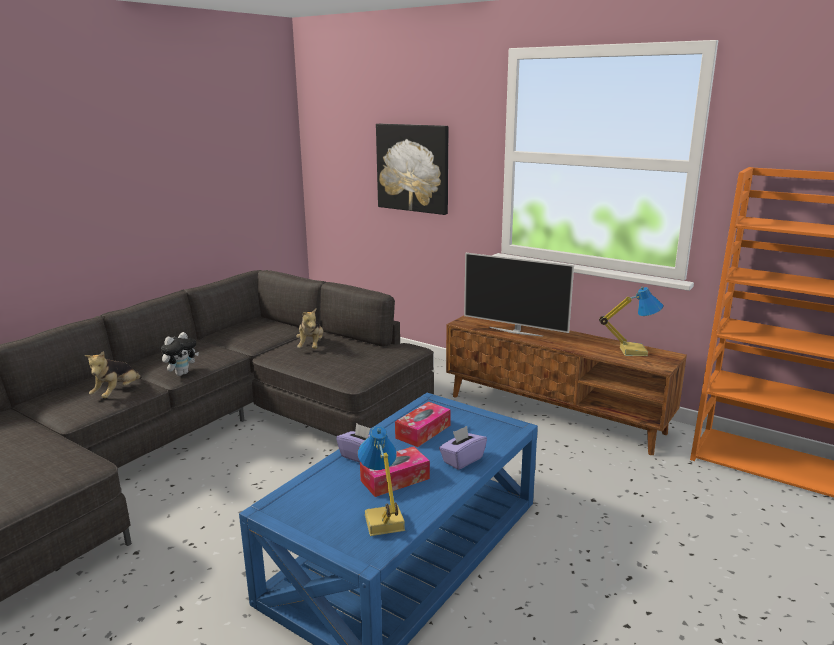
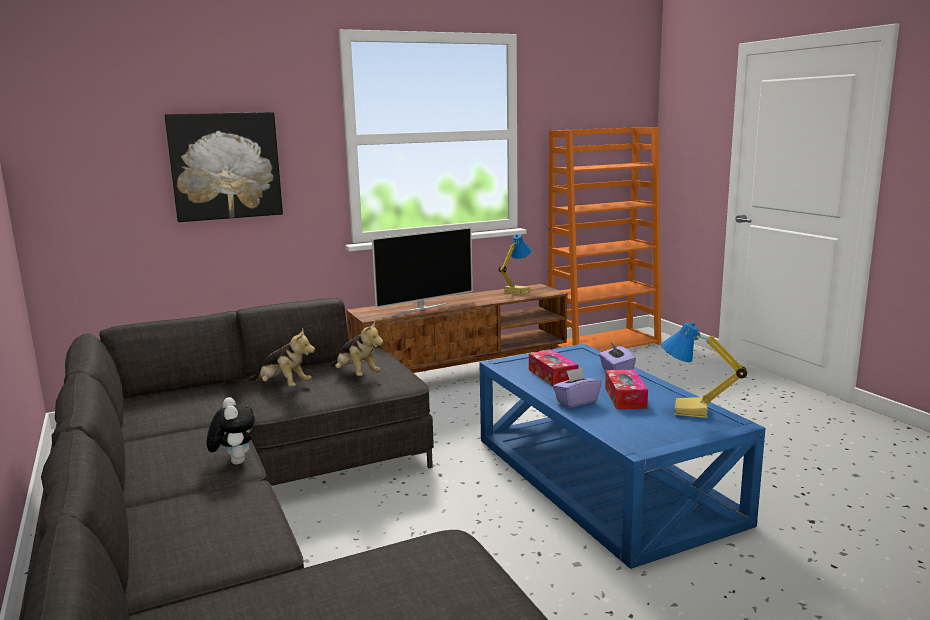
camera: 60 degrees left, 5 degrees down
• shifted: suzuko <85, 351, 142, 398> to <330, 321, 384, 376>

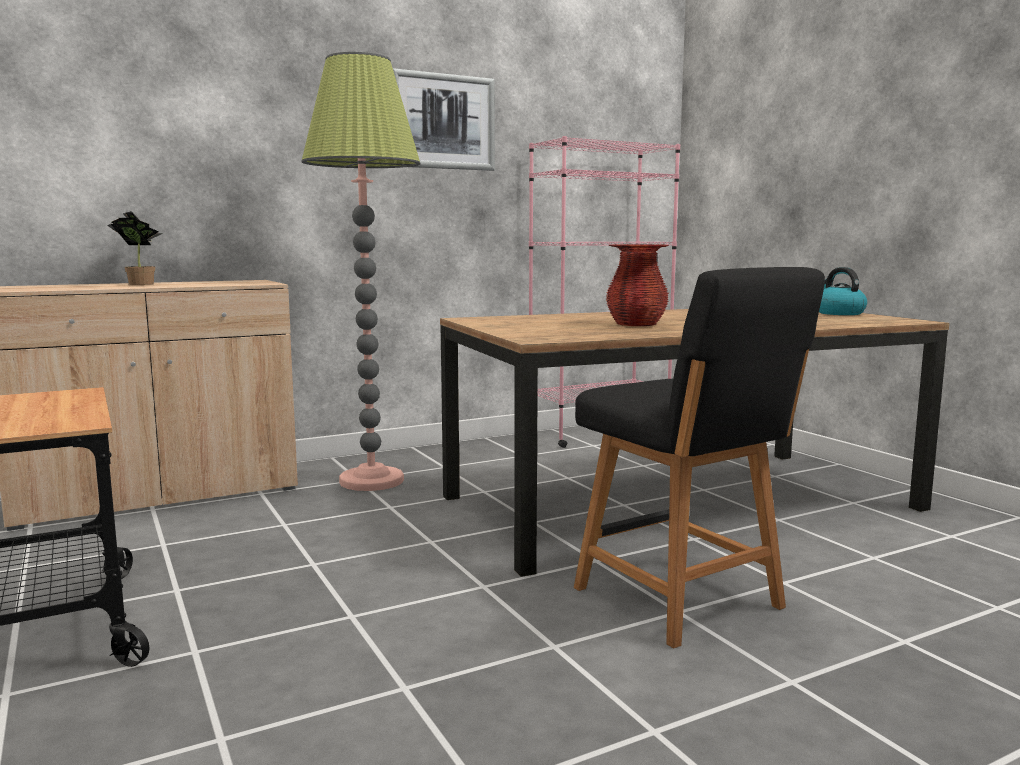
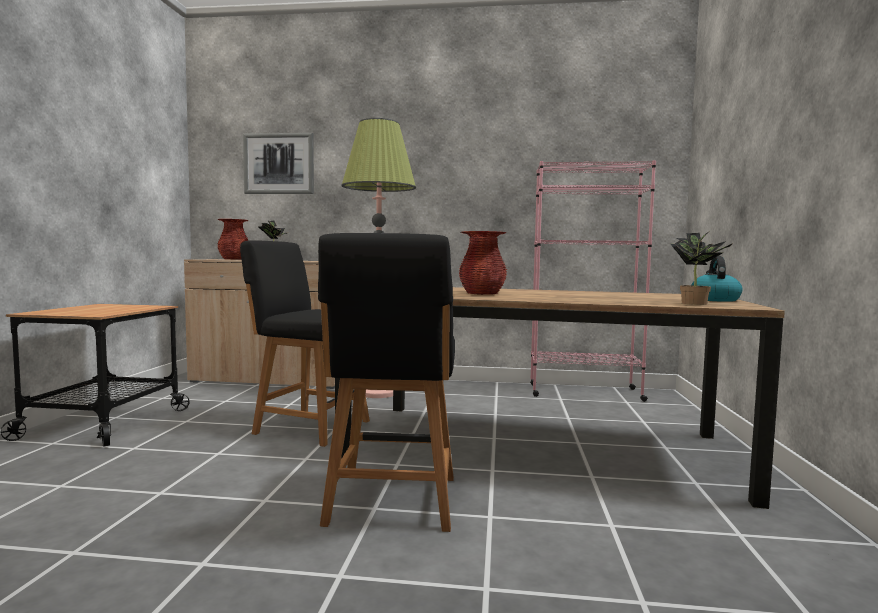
camera: 35 degrees right, 5 degrees down
• new: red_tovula <217, 219, 249, 260>
• new: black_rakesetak <240, 240, 370, 447>
• new: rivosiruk <671, 232, 732, 305>
• shifted: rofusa <393, 68, 495, 171> to <243, 133, 314, 194>

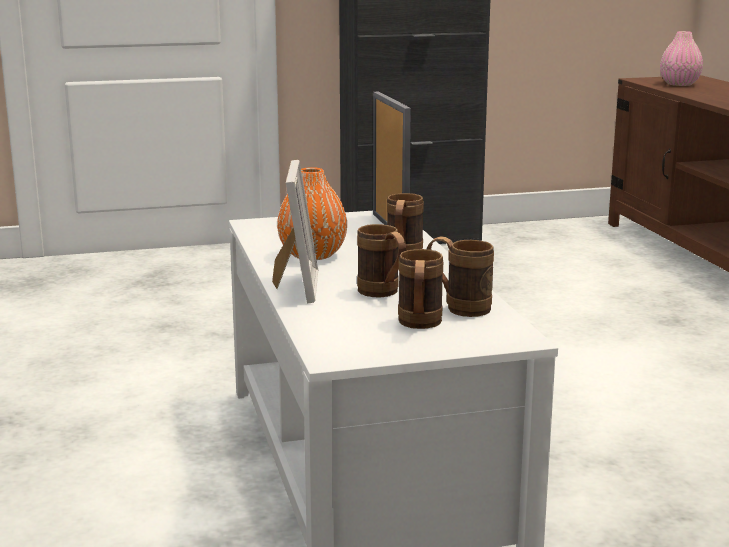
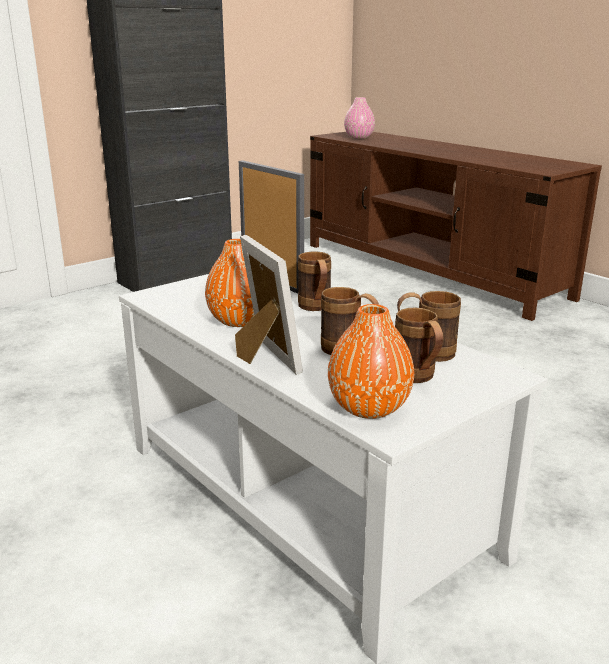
camera: 25 degrees left, 5 degrees up
• new: orange_tovula <328, 304, 414, 419>

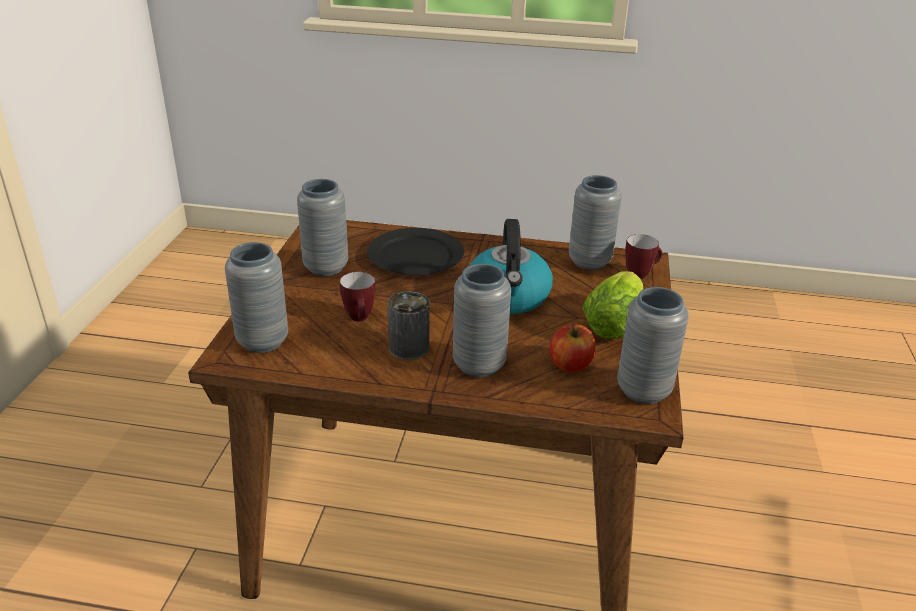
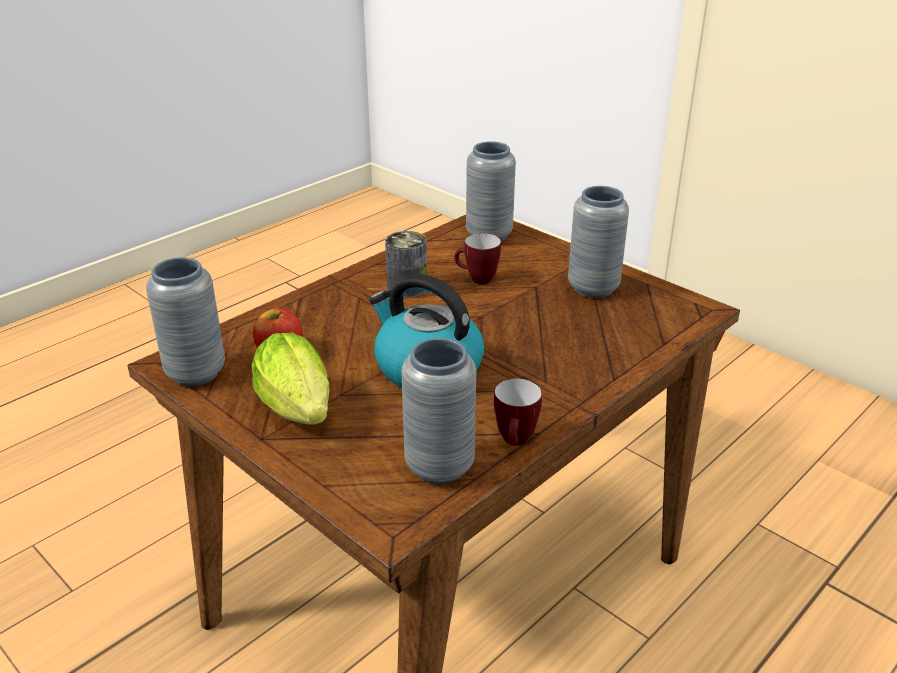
camera: 125 degrees right, 0 degrees up
• gone: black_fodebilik <367, 228, 464, 275>
• gone: grey_tovula <453, 264, 511, 377>
• shifted: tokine <625, 234, 663, 279> to <494, 379, 542, 446>

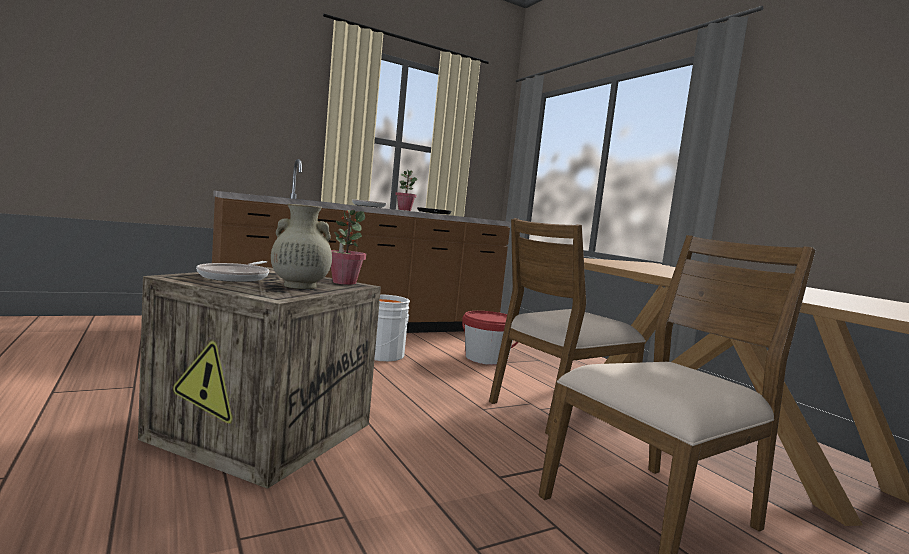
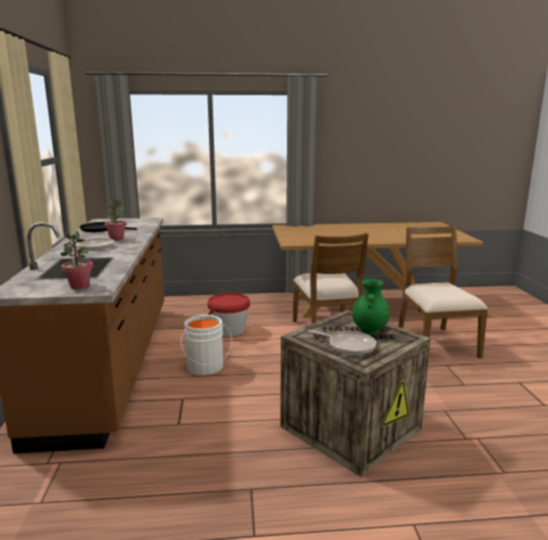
camera: 65 degrees left, 10 degrees up
• shifted: rivosiruk <331, 210, 366, 285> to <60, 231, 93, 289>
• repainted: beige_tovula <271, 204, 332, 289> to green_tovula <352, 279, 390, 334>

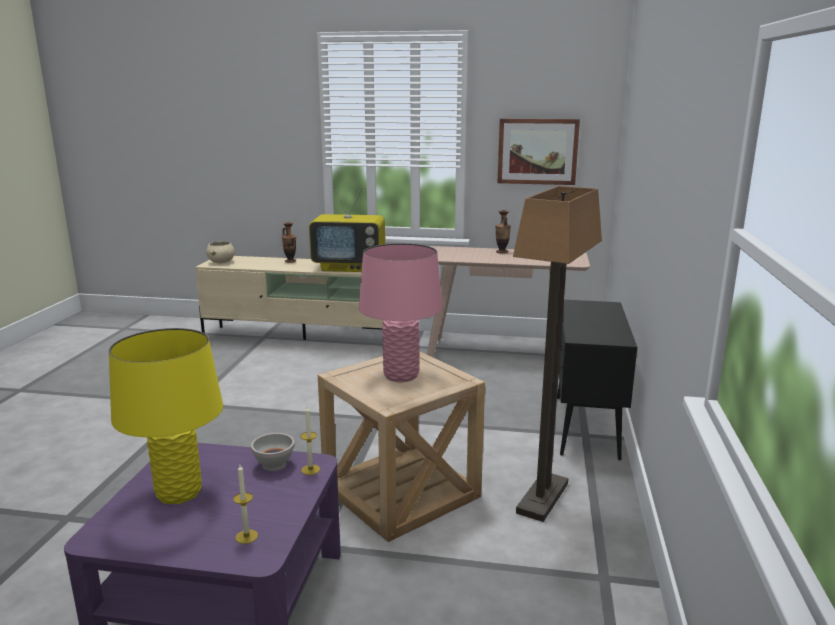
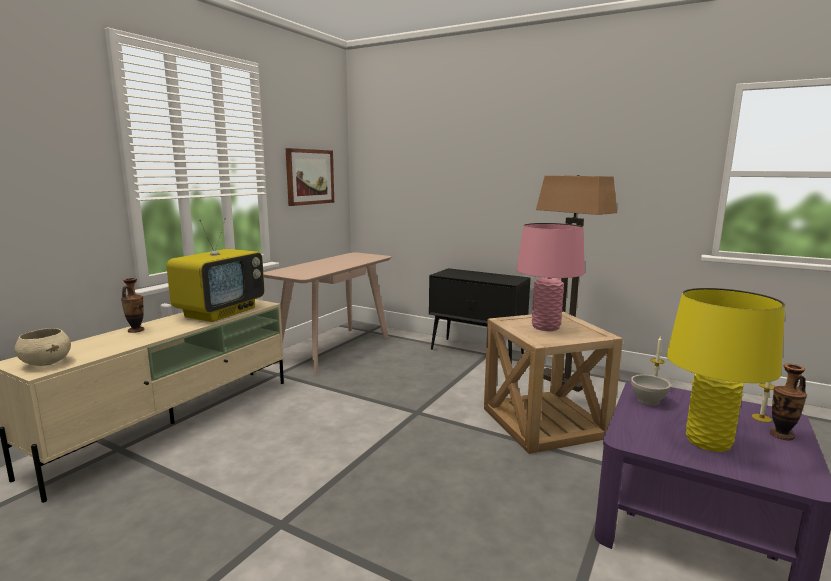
camera: 70 degrees left, 5 degrees down
• shifted: tovula <495, 210, 511, 254> to <770, 364, 807, 441>

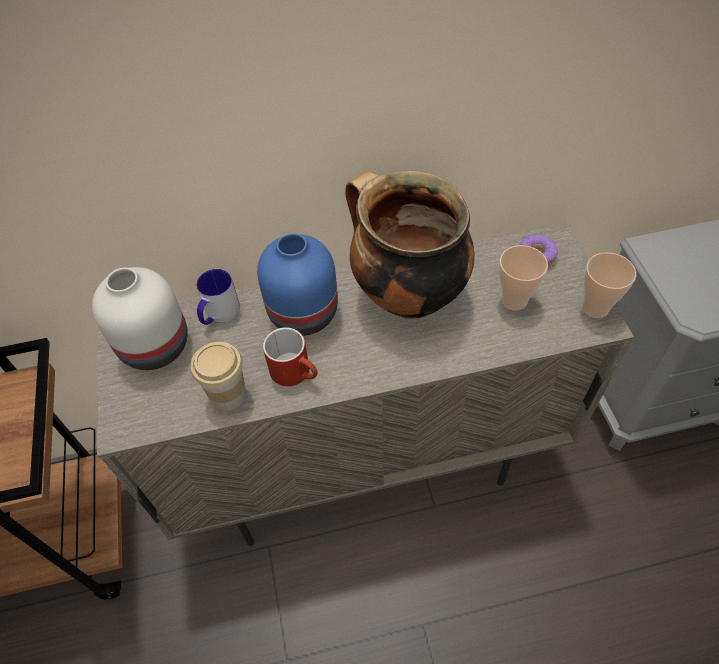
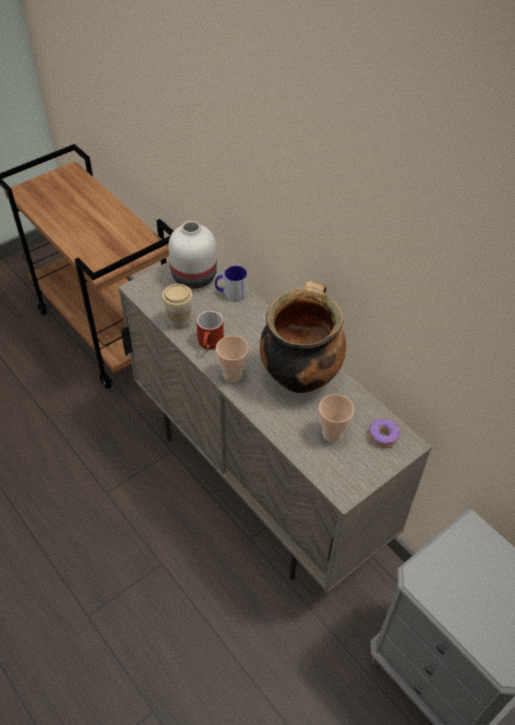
camera: 60 degrees right, 5 degrees down
• gone: blue_tovula <257, 233, 338, 336>
• shifted: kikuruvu <582, 252, 636, 318> to <216, 336, 249, 382>

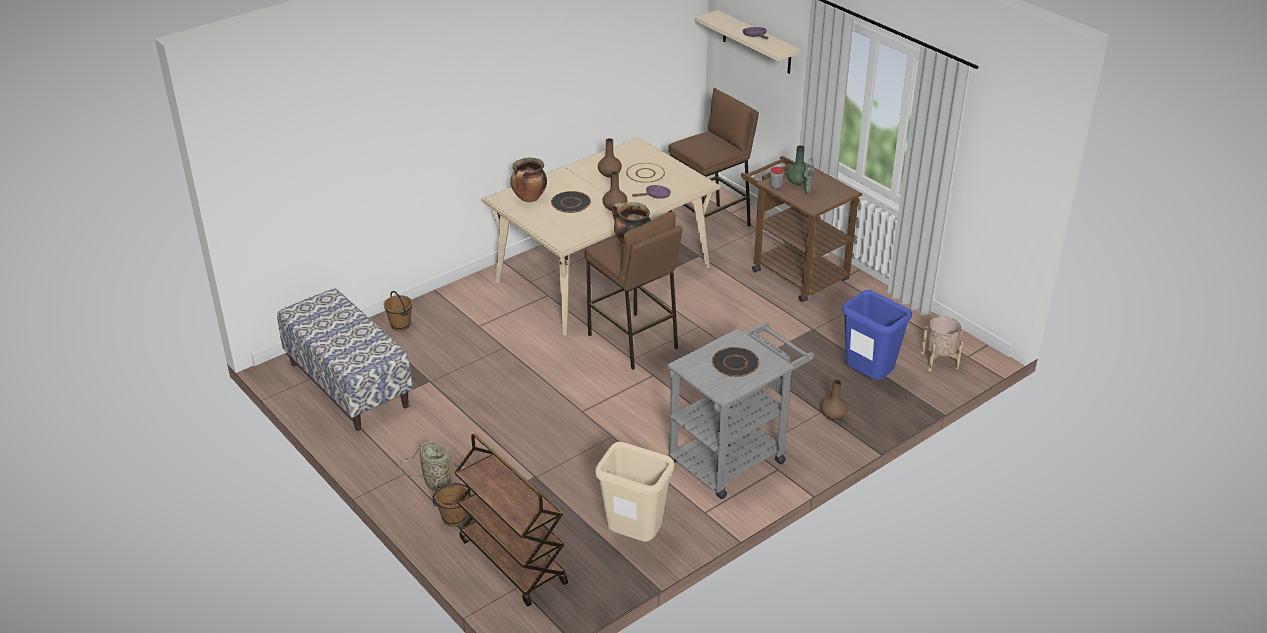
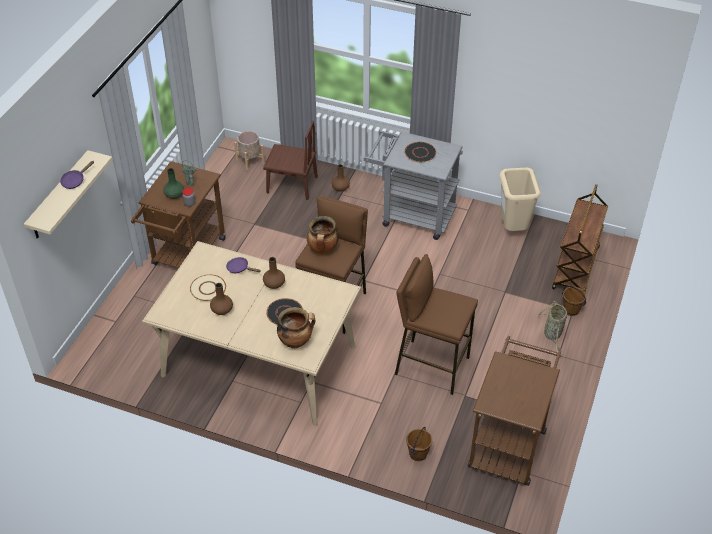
camera: 120 degrees left, 10 degrees up
• shifted: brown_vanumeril <668, 88, 759, 226> to <395, 254, 478, 395>
• swapped: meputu <277, 288, 413, 431> to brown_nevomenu <468, 336, 561, 486>
• swapped: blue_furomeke <842, 290, 912, 380> to brown_rakesetak <263, 121, 318, 200>

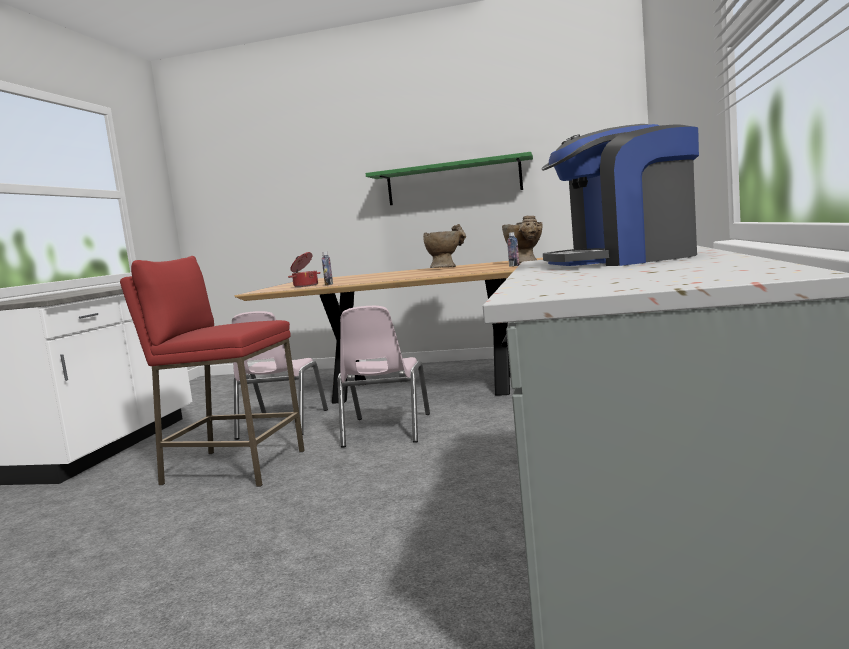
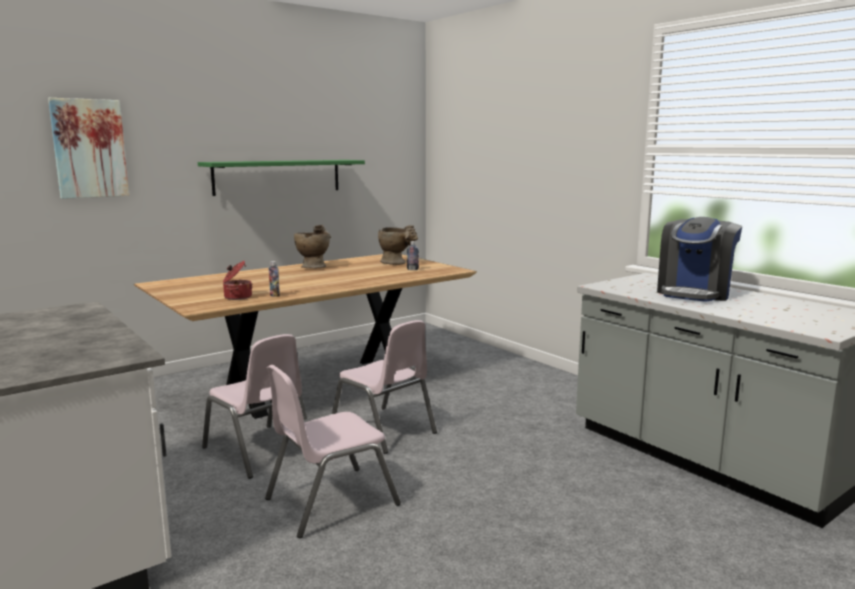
camera: 50 degrees left, 5 degrees up
• new: rofusa <48, 98, 129, 199>
• swapped: red_vanumeril <120, 256, 305, 487> to pink_rakesetak <265, 365, 401, 538>

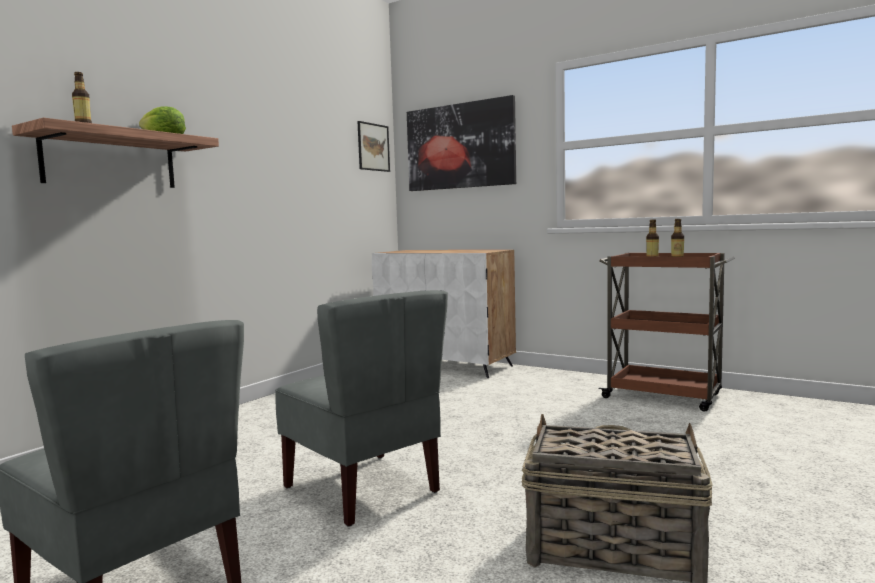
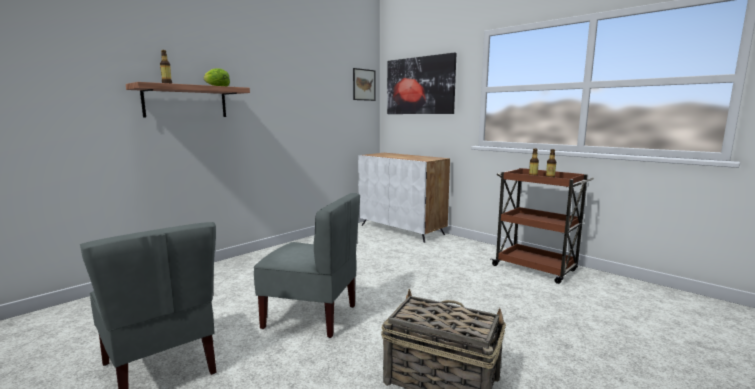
camera: 10 degrees right, 5 degrees up
• rotated: grey_rakesetak <275, 290, 448, 527> = <254, 193, 360, 338> 45 degrees counterclockwise

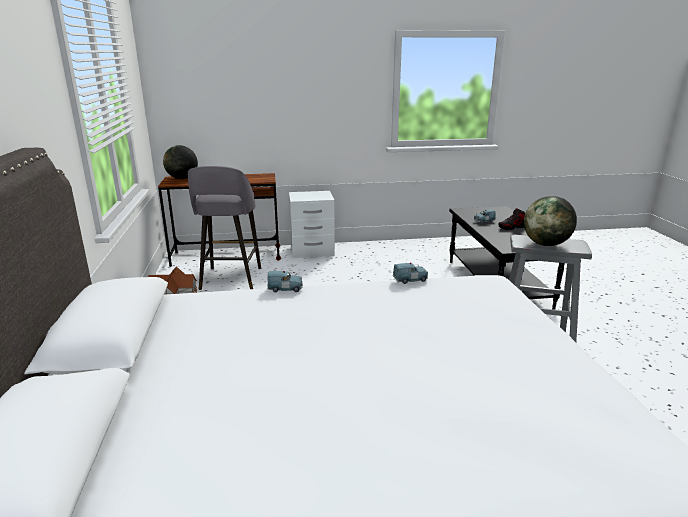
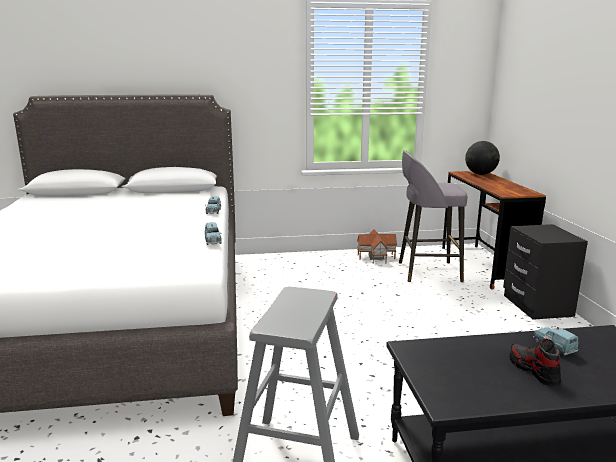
camera: 90 degrees right, 5 degrees down
• gone: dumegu <524, 196, 577, 246>
• repainted: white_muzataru <289, 191, 335, 258> to black_muzataru <503, 224, 588, 320>

